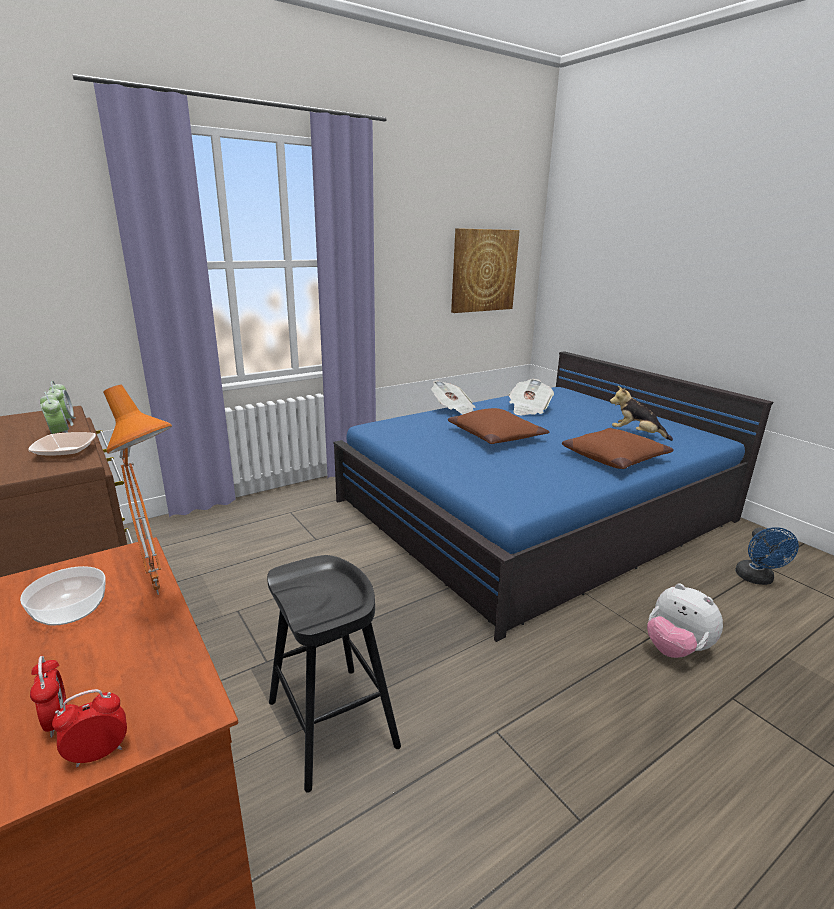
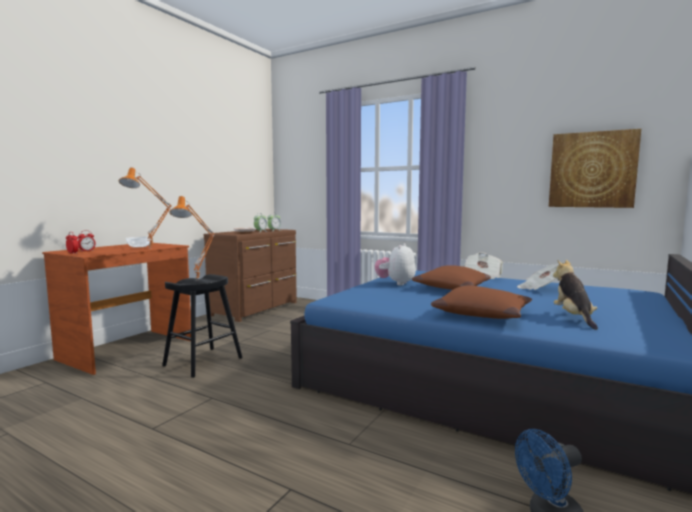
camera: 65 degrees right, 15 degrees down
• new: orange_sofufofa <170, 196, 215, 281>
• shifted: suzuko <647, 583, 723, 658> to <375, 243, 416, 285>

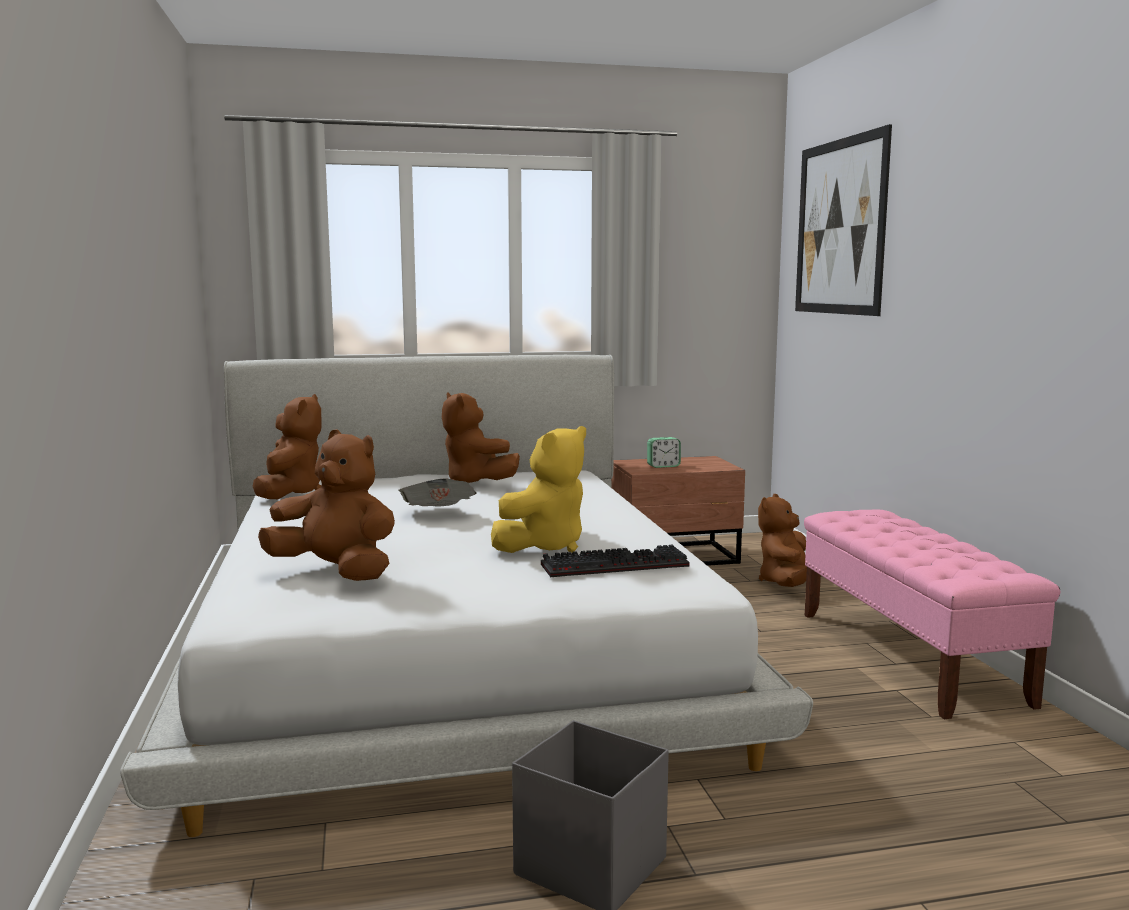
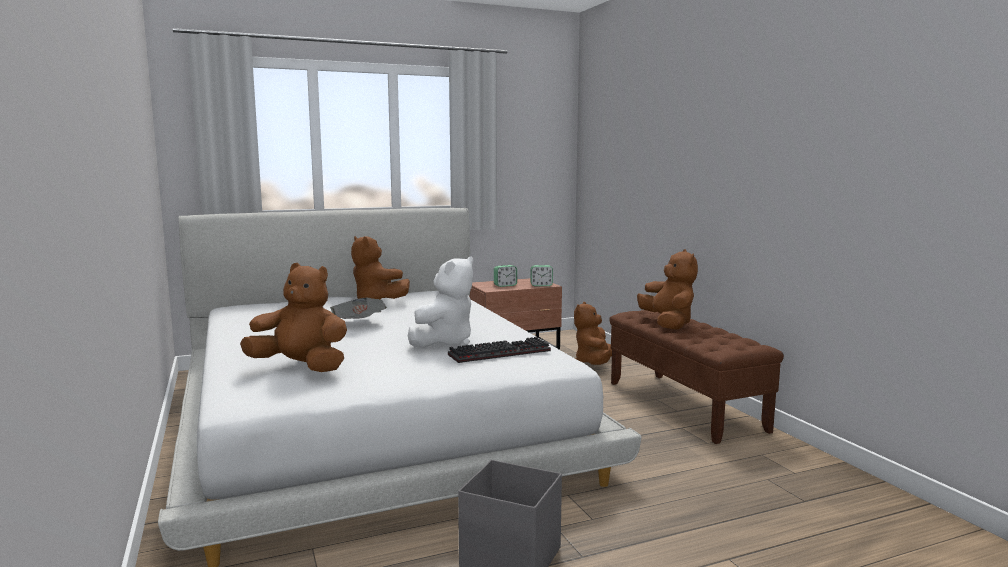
camera: 10 degrees left, 0 degrees up
• gone: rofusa <795, 124, 892, 316>
• new: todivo <531, 265, 553, 286>
• shifted: brown_suzuko <253, 394, 321, 499> to <637, 249, 698, 330>
• repainted: yellow_suzuko <491, 426, 586, 553> to white_suzuko <408, 256, 473, 348>
• repainted: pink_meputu <804, 510, 1060, 719> to brown_meputu <609, 310, 784, 444>

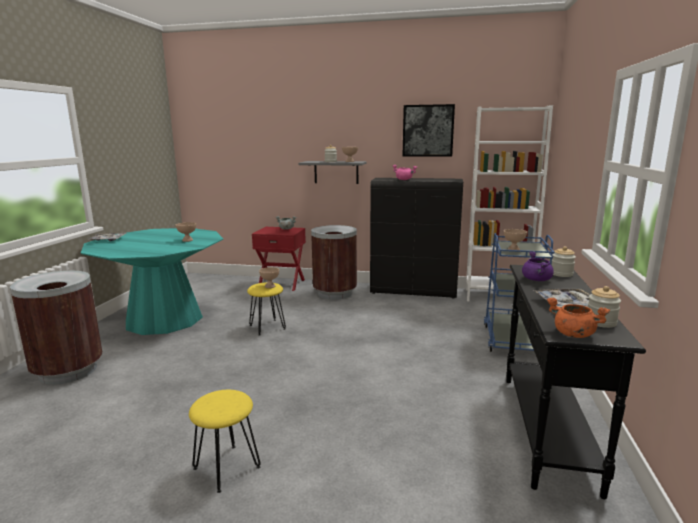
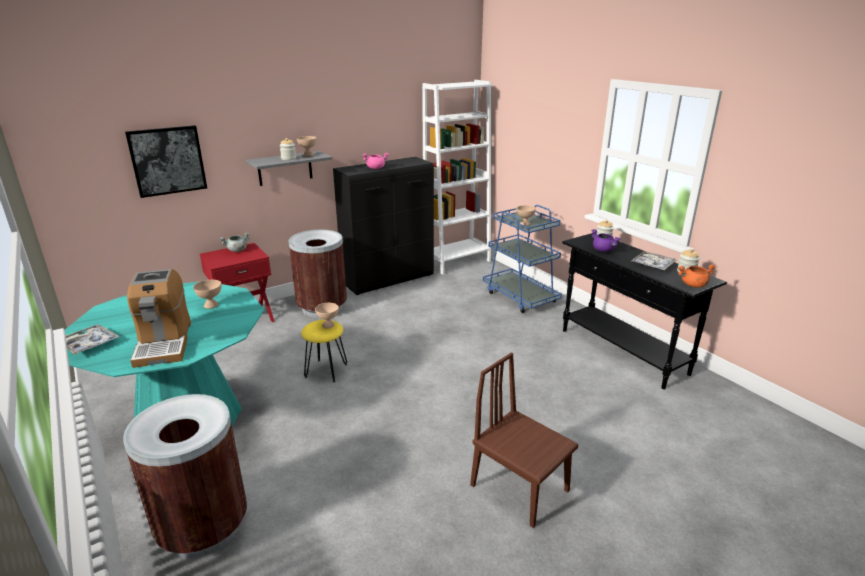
camera: 45 degrees left, 10 degrees up
• new: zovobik <127, 269, 191, 368>
• shifted: rofusa <403, 104, 455, 157> to <125, 125, 207, 198>
• swapped: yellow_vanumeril <189, 390, 261, 493> to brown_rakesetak <470, 352, 578, 528>

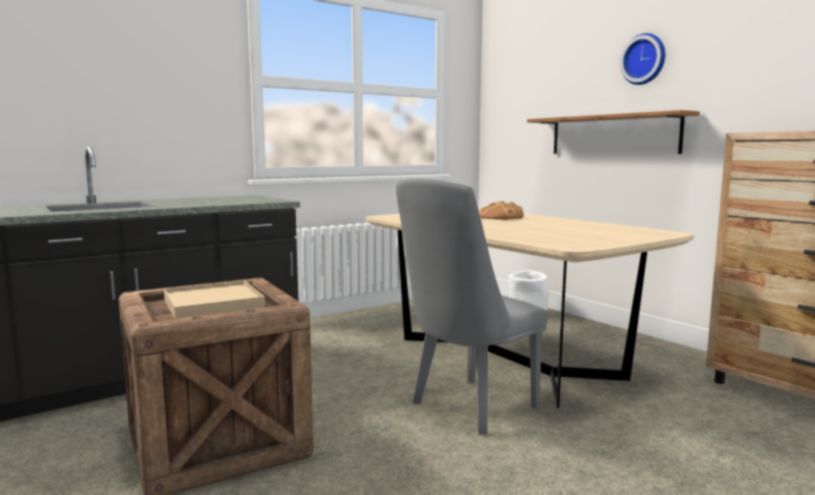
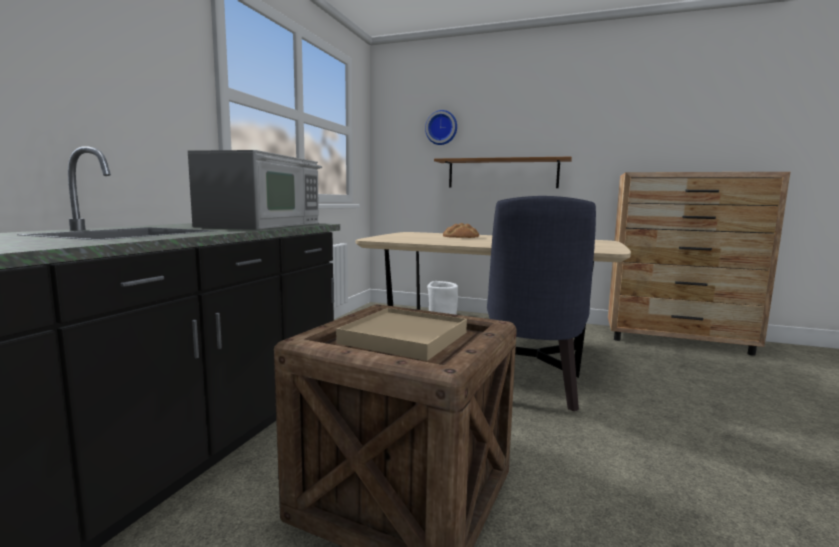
camera: 35 degrees left, 0 degrees up
• new: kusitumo <188, 150, 322, 230>
• shifted: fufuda <620, 33, 665, 85> to <425, 110, 457, 145>
• repainted: grey_rakesetak <396, 179, 548, 435> to blue_rakesetak <487, 196, 596, 411>

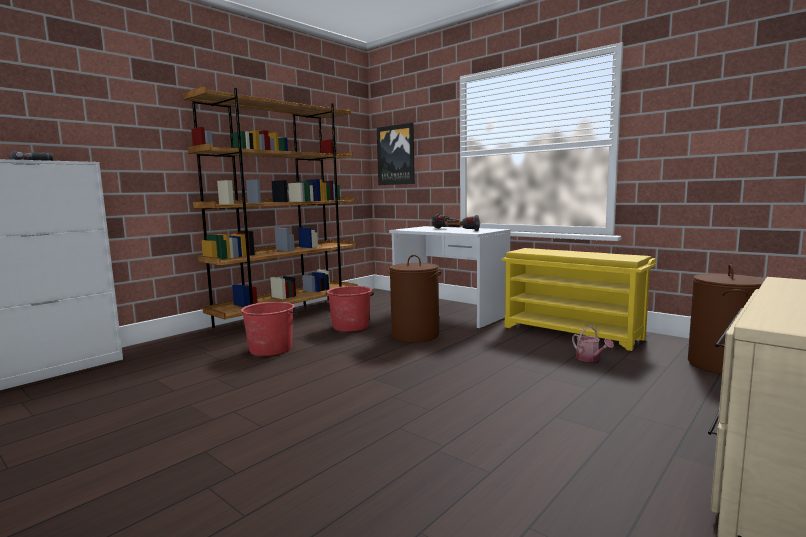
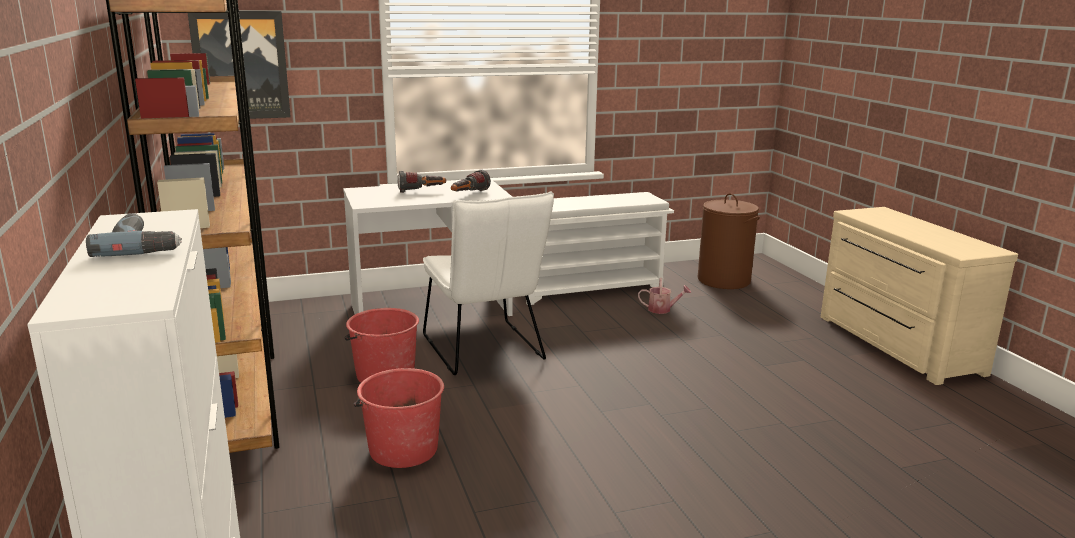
camera: 60 degrees left, 10 degrees up
• swapped: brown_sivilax <387, 255, 441, 342> to white_rakesetak <423, 191, 554, 375>
• repainted: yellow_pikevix <501, 248, 656, 351> to white_pikevix <526, 192, 674, 305>

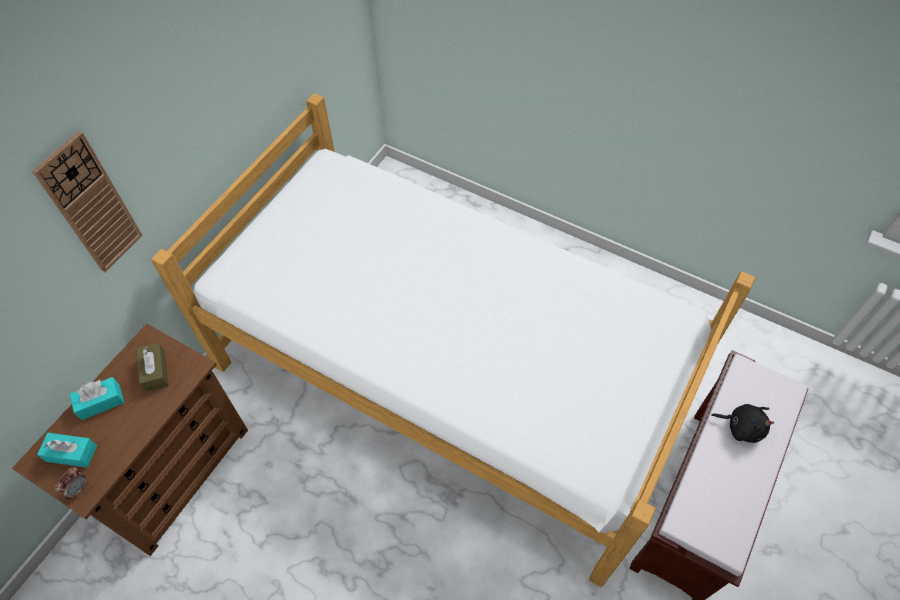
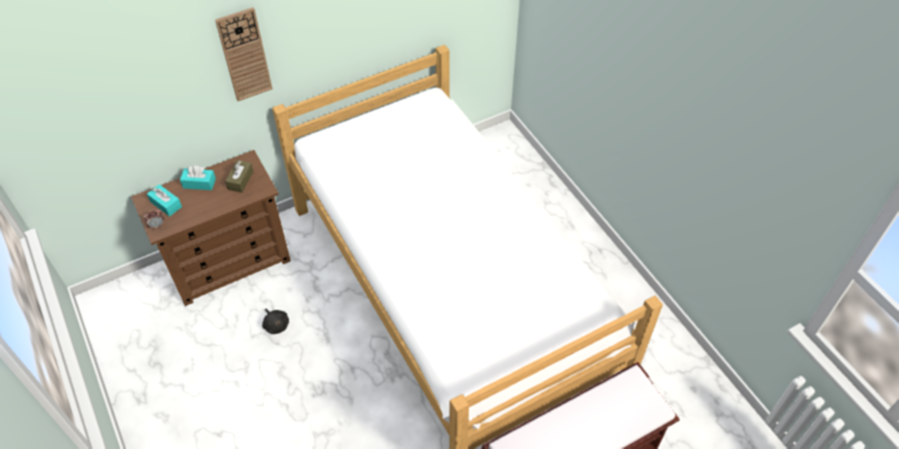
camera: 30 degrees right, 5 degrees down
• shifted: black_suzuko <711, 404, 774, 443> to <262, 309, 289, 334>

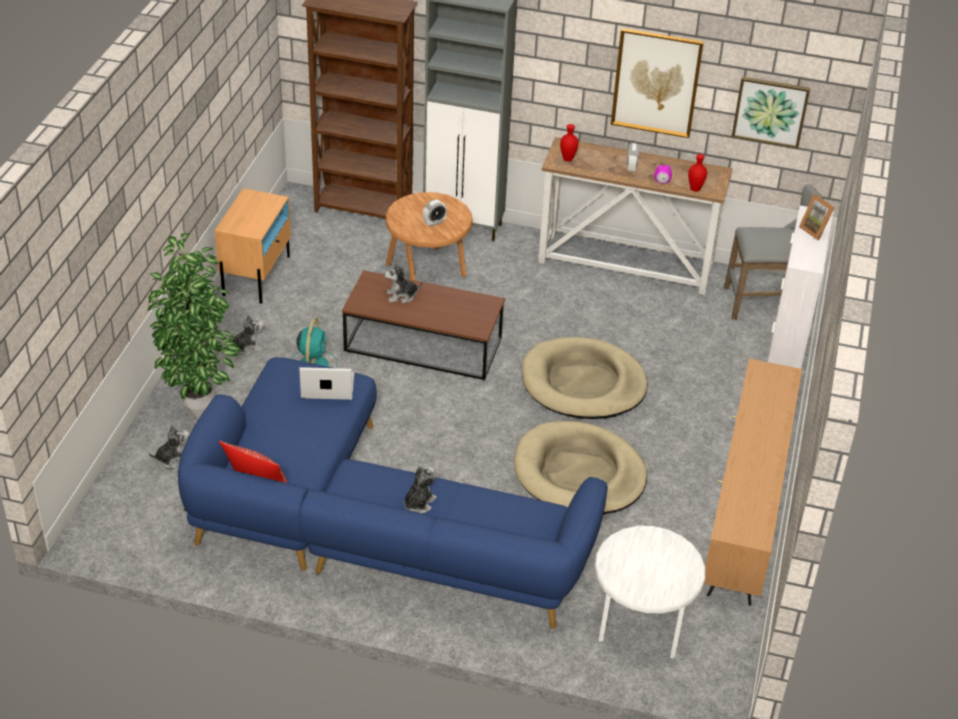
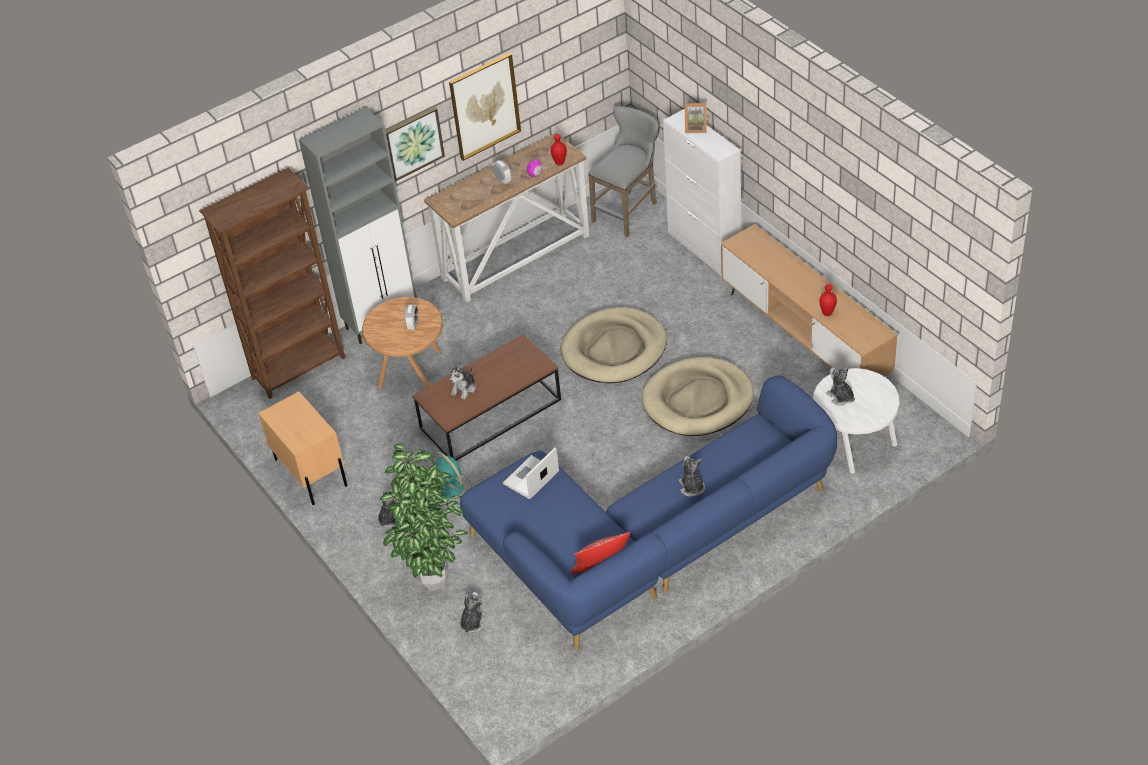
camera: 45 degrees left, 5 degrees up
• new: suzuko <826, 366, 855, 406>
• shifted: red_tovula <560, 124, 579, 162> to <819, 284, 837, 316>
• shifted: rofusa <732, 76, 810, 149> to <386, 107, 445, 182>

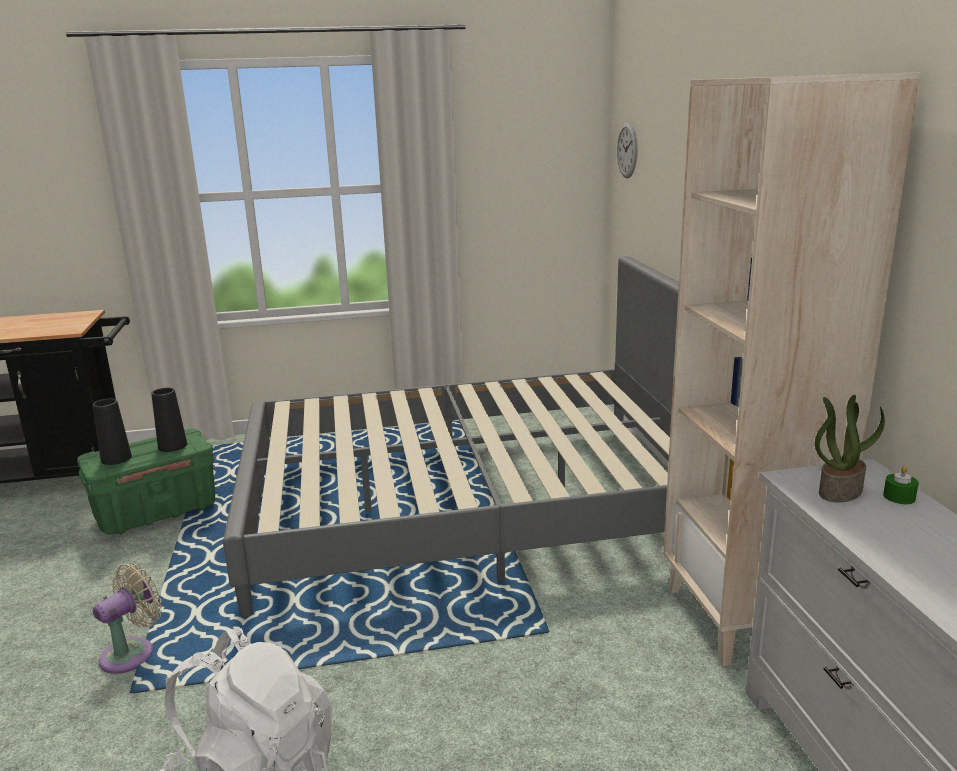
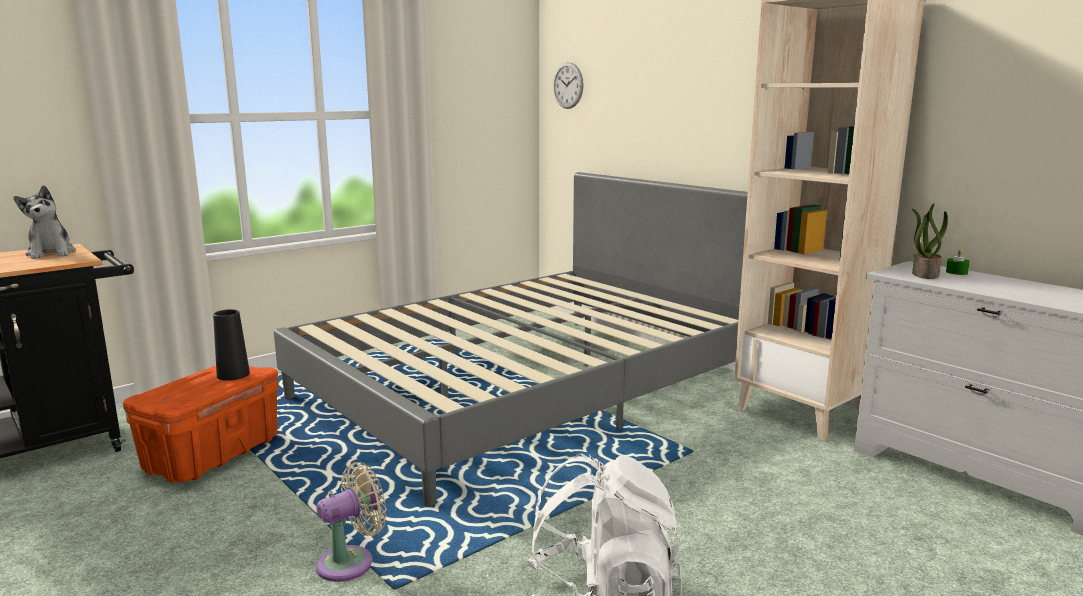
camera: 30 degrees left, 5 degrees down
• gone: black_tovula <93, 398, 132, 465>
• new: suzuko <14, 185, 76, 259>
• repainted: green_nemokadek <77, 429, 215, 534> to orange_nemokadek <123, 366, 278, 483>
• rotated: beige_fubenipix <93, 563, 162, 674> = <316, 462, 387, 582> 45 degrees clockwise

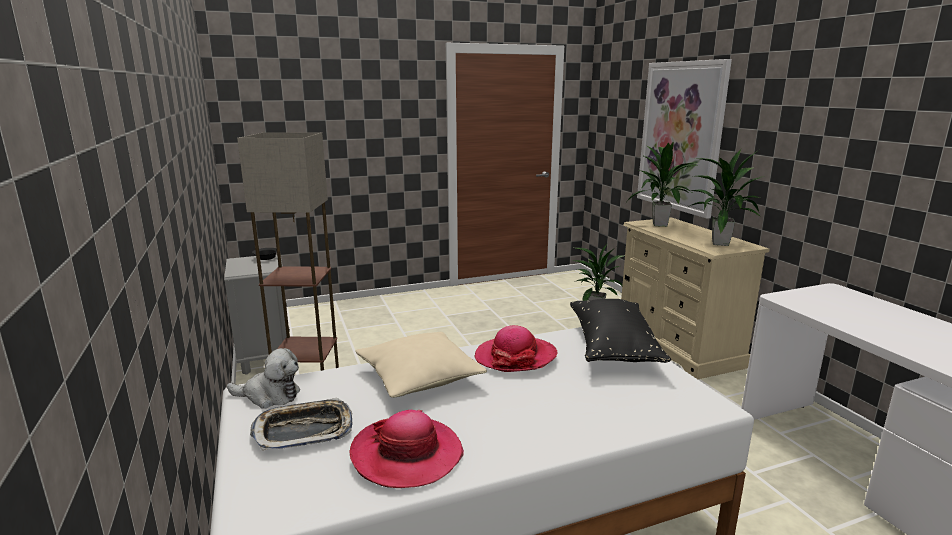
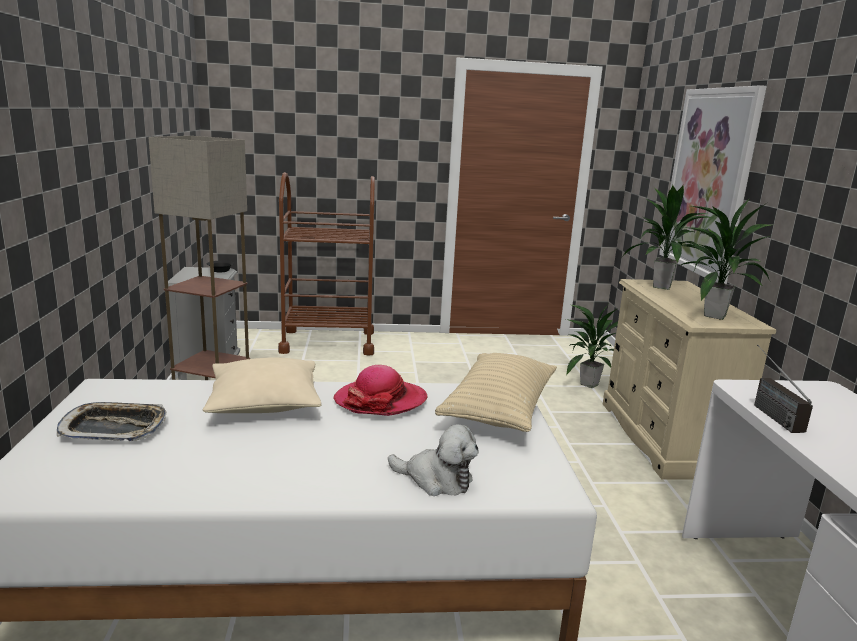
camera: 15 degrees right, 0 degrees up
• gone: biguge <350, 410, 464, 488>
• new: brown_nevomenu <278, 172, 375, 356>
• new: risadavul <754, 345, 813, 433>
• shifted: suzuko <227, 348, 300, 409> to <388, 424, 479, 496>
• repainted: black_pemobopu <570, 299, 671, 363> to beige_pemobopu <435, 353, 557, 432>

